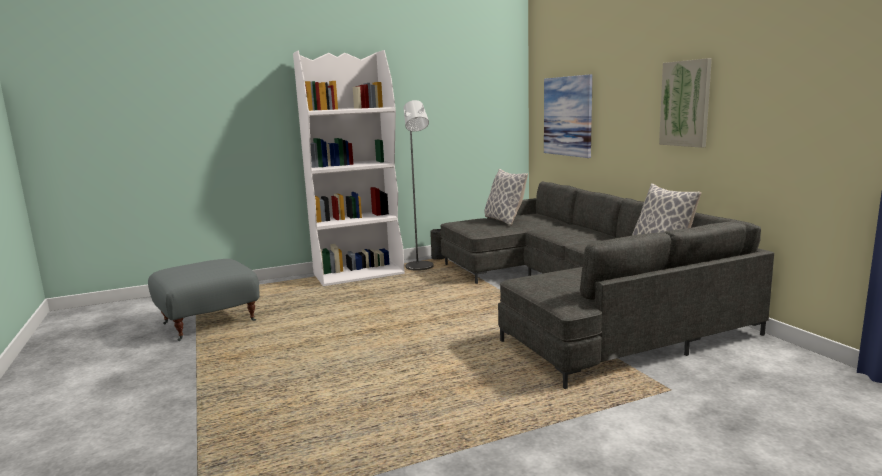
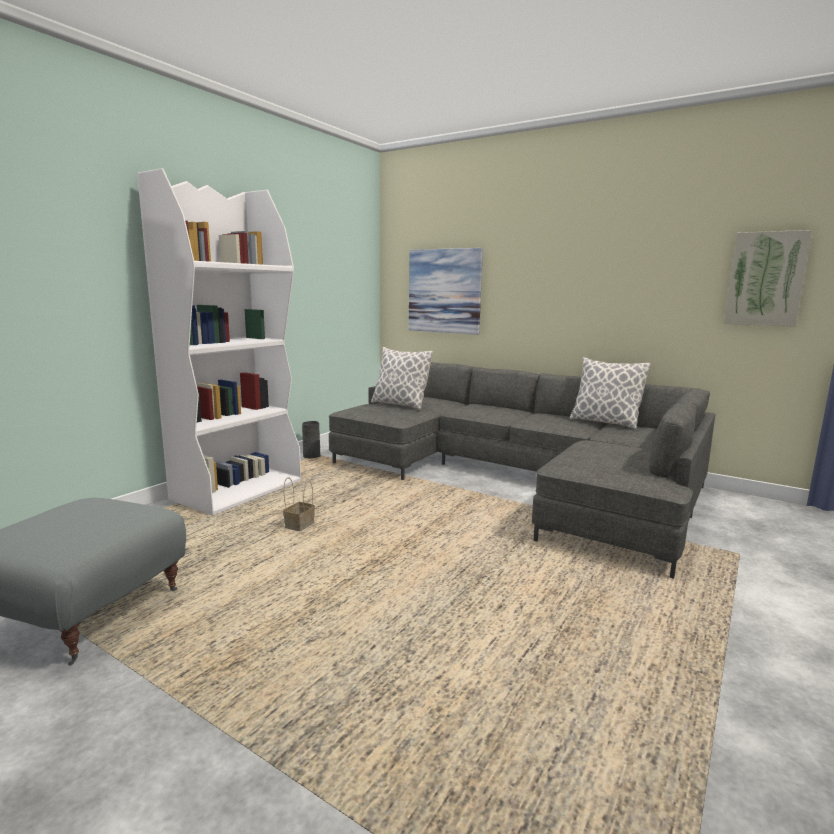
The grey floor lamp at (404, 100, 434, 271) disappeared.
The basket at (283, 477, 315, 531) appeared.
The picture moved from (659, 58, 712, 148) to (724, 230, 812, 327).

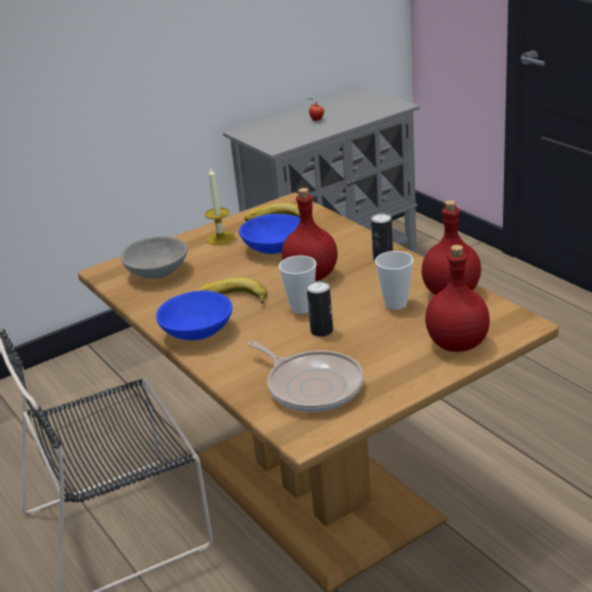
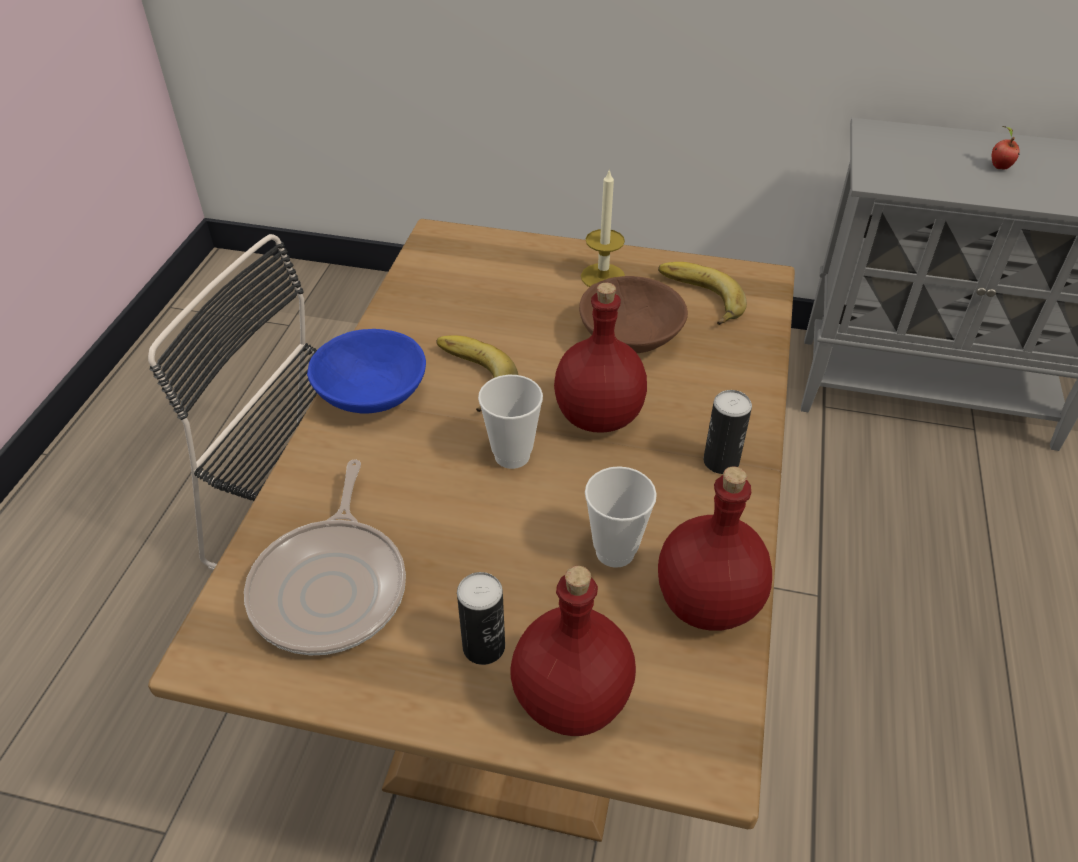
The grey bowl at (121, 236, 188, 279) disappeared.
The can moved from (307, 281, 333, 337) to (457, 572, 505, 665).
The blue bowl at (239, 214, 300, 254) became the brown bowl at (579, 276, 688, 353).

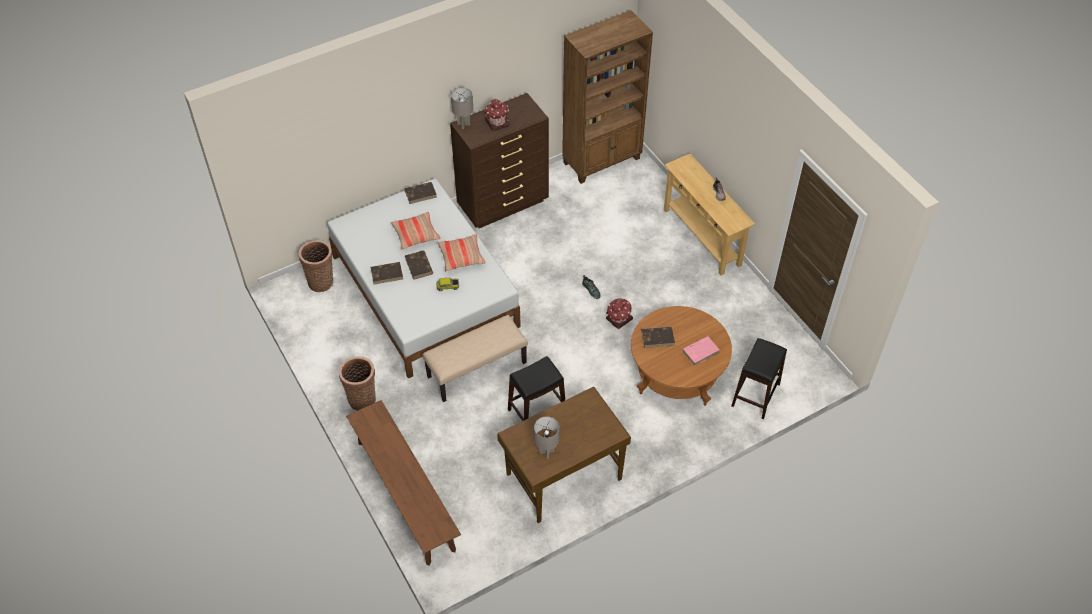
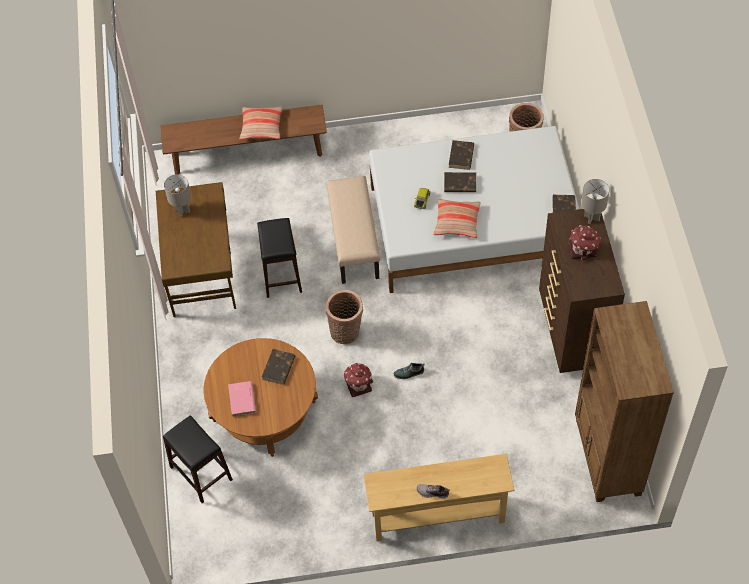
The basket moved from (339, 356, 376, 411) to (326, 290, 363, 344).
The pillow moved from (391, 212, 440, 250) to (240, 107, 282, 140).

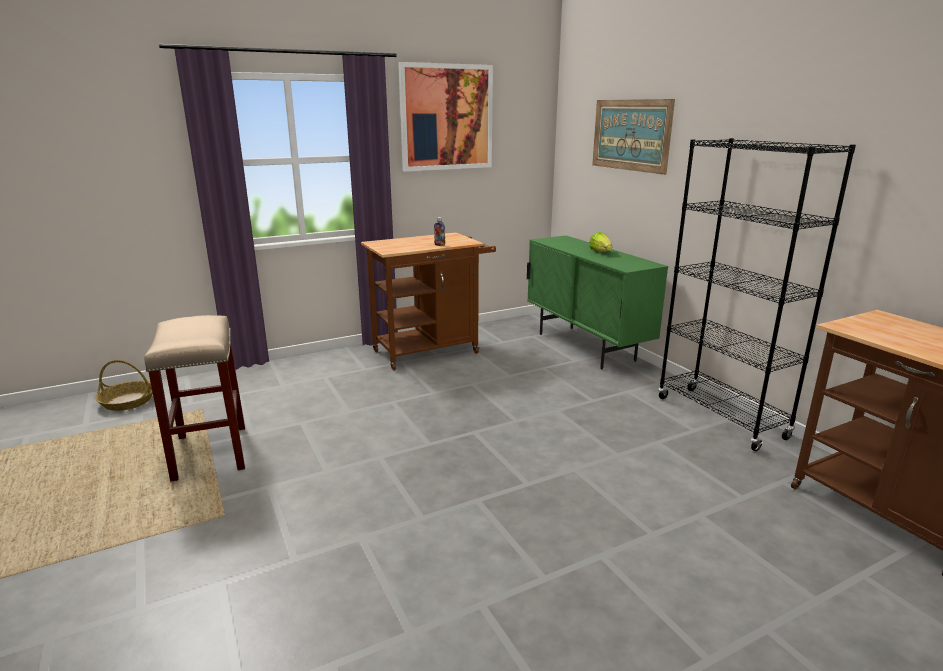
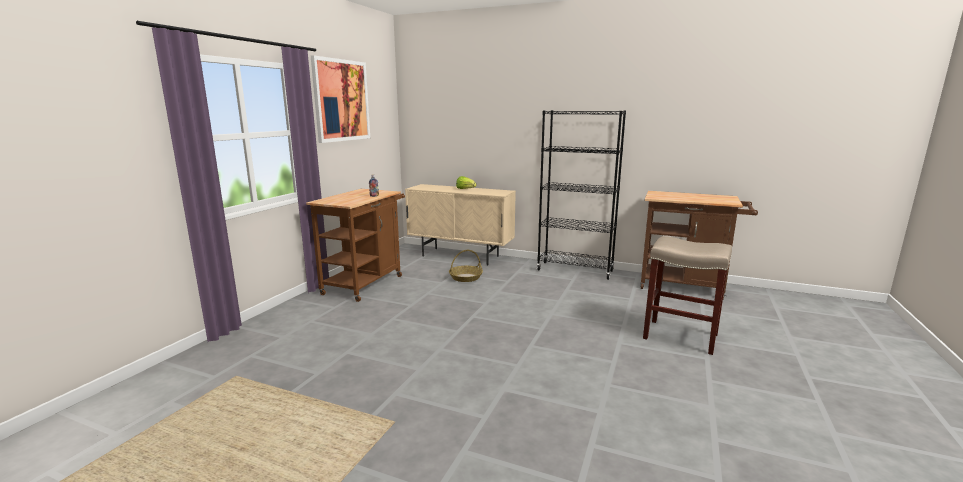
The picture at (592, 99, 675, 175) disappeared.
The basket moved from (95, 360, 153, 411) to (449, 250, 483, 282).
The beige stool moved from (144, 315, 245, 482) to (643, 236, 732, 355).
The green cabinet at (527, 235, 668, 370) became the beige cabinet at (405, 184, 516, 265).

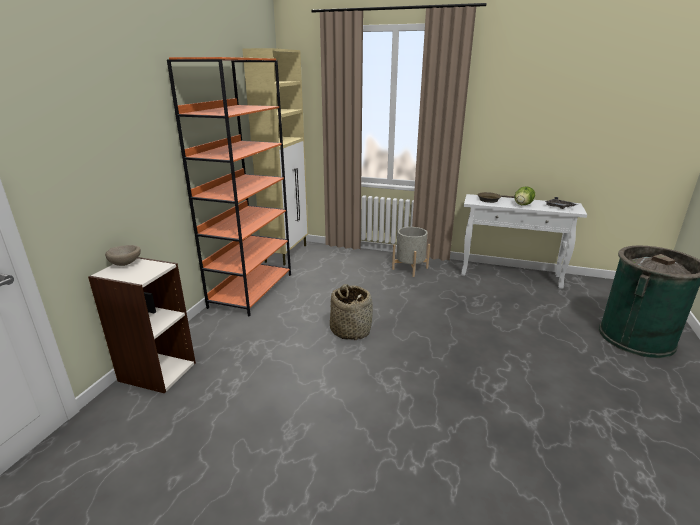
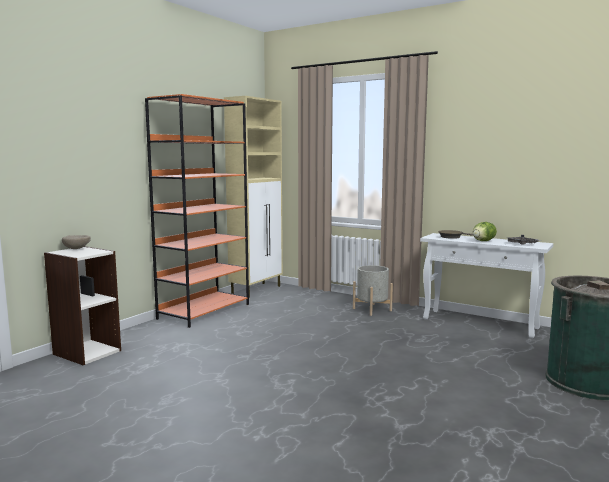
The basket at (330, 284, 373, 340) disappeared.

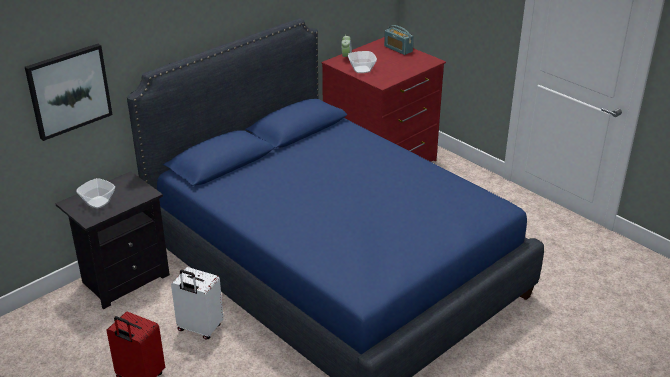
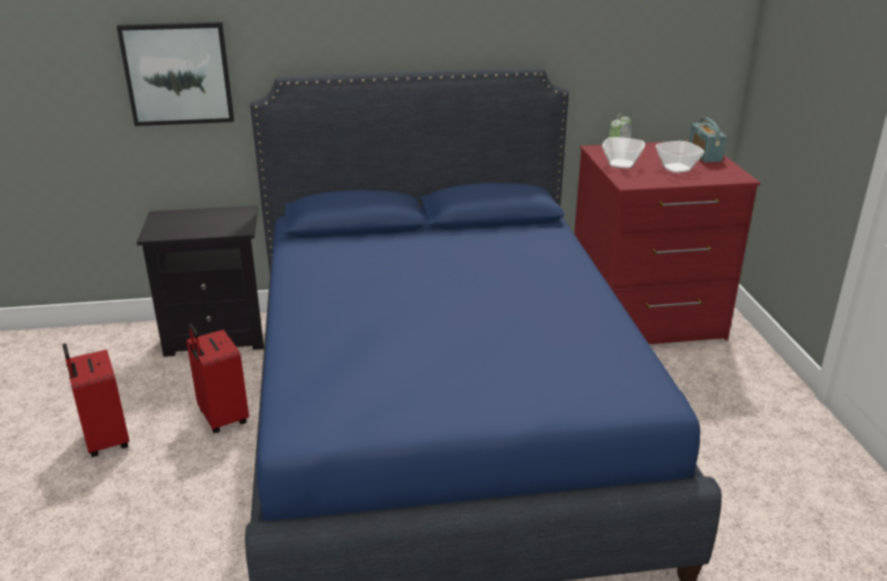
The bowl moved from (76, 178, 115, 208) to (655, 141, 704, 173).
The white suitcase at (171, 267, 224, 340) became the red suitcase at (186, 324, 249, 433).

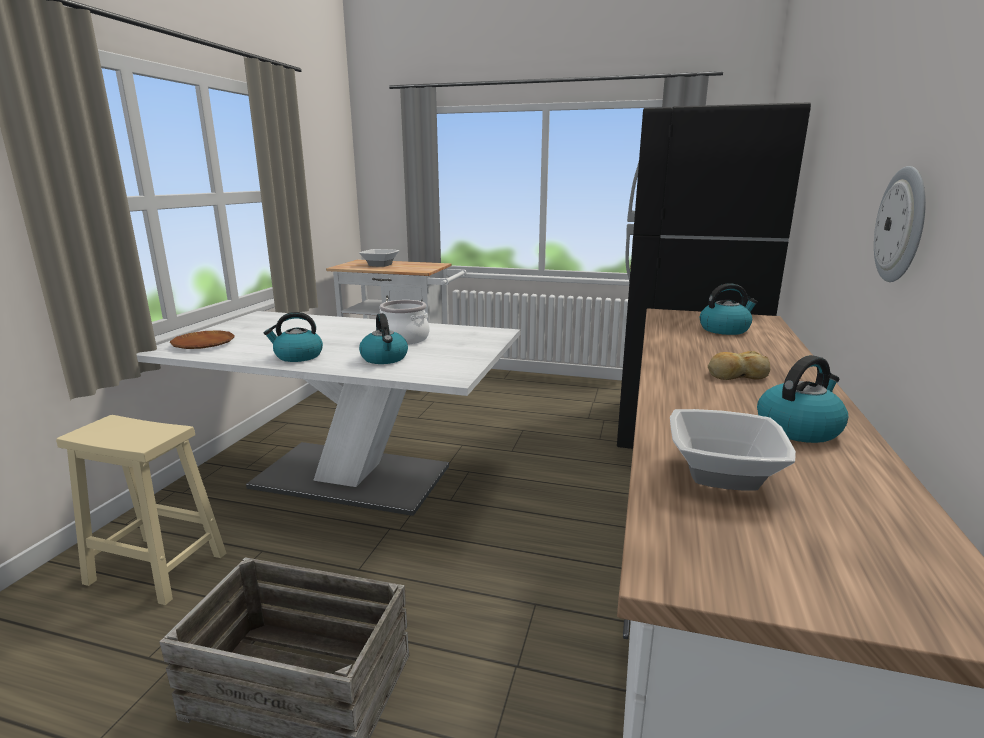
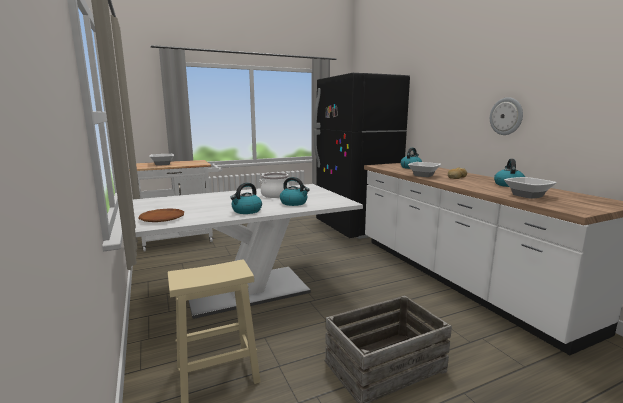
The bowl at (408, 162, 441, 177) appeared.

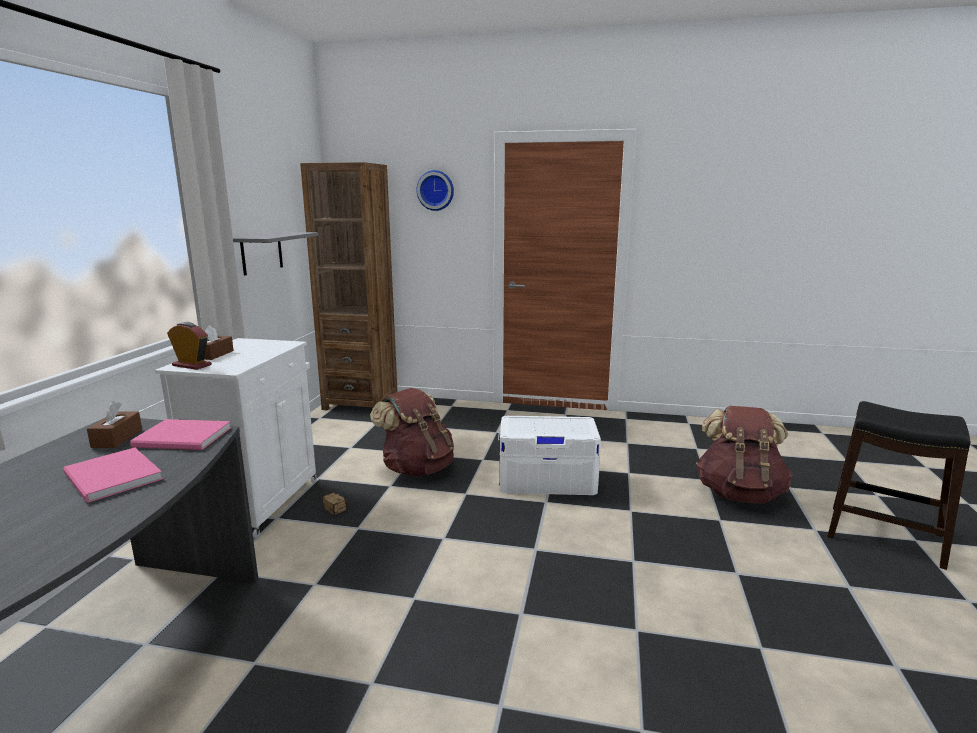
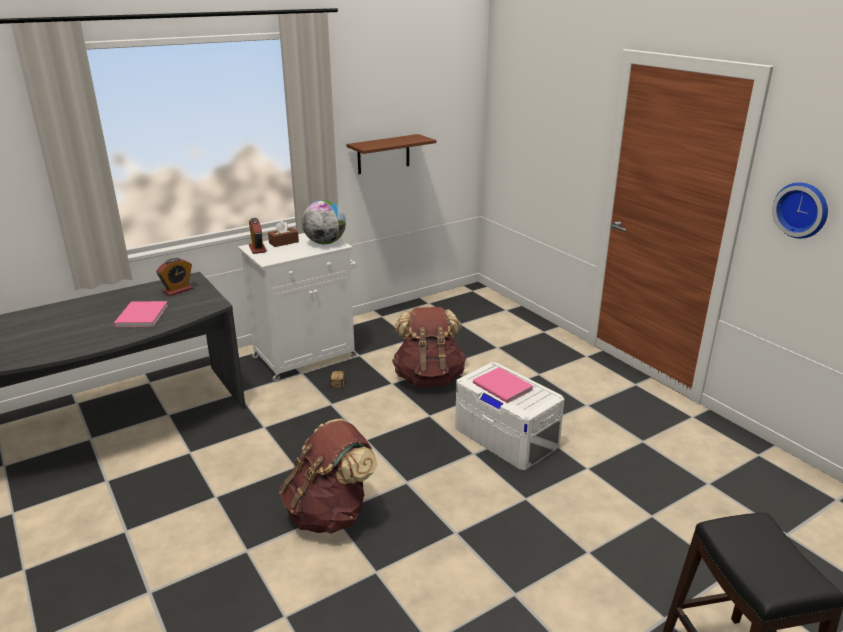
The brown bookcase at (300, 162, 398, 410) disappeared.
The globe at (302, 200, 346, 244) appeared.
The pink book moved from (130, 419, 231, 450) to (473, 367, 533, 403).
The wall clock moved from (416, 170, 454, 211) to (772, 182, 828, 239).
The brown backpack moved from (696, 406, 793, 504) to (279, 419, 378, 534).
The brown tissue box at (87, 401, 142, 448) was replaced by the alarm clock at (156, 258, 193, 296).
The grey shelf at (233, 232, 318, 276) became the brown shelf at (346, 134, 436, 174).

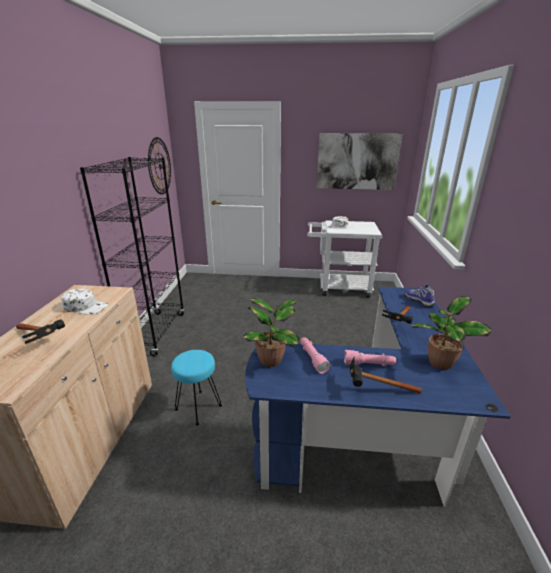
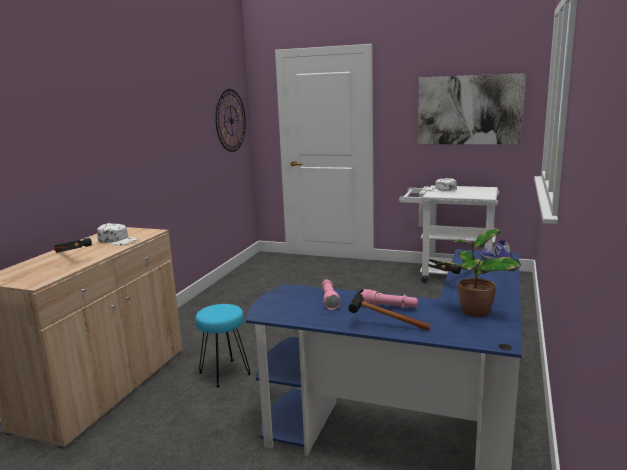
The black bookcase at (80, 157, 184, 356) disappeared.
The potted plant at (243, 298, 300, 367) disappeared.

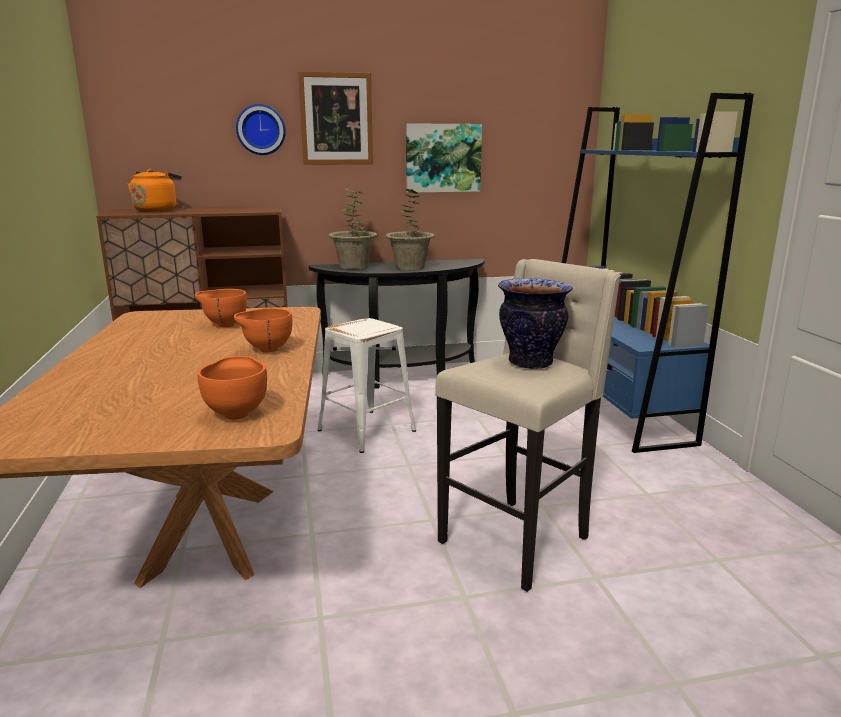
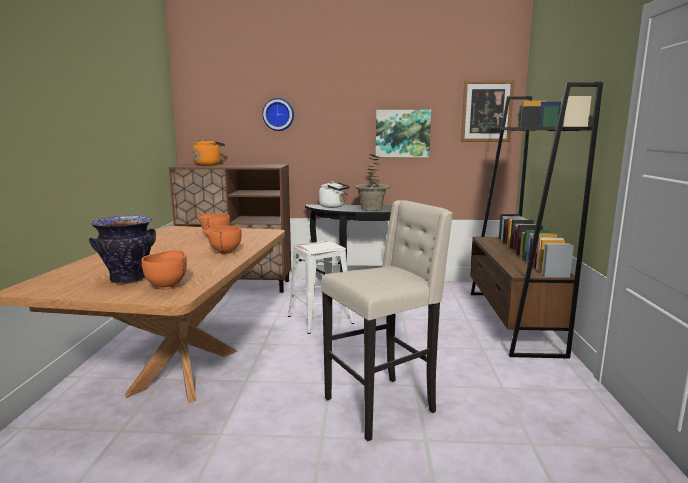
The picture moved from (298, 71, 373, 165) to (461, 80, 515, 142).
The vase moved from (498, 278, 573, 369) to (89, 216, 156, 284).
The potted plant at (328, 189, 377, 269) was replaced by the white kettle at (319, 181, 350, 208).
The blue bookcase at (562, 93, 754, 453) became the brown bookcase at (470, 82, 603, 359).

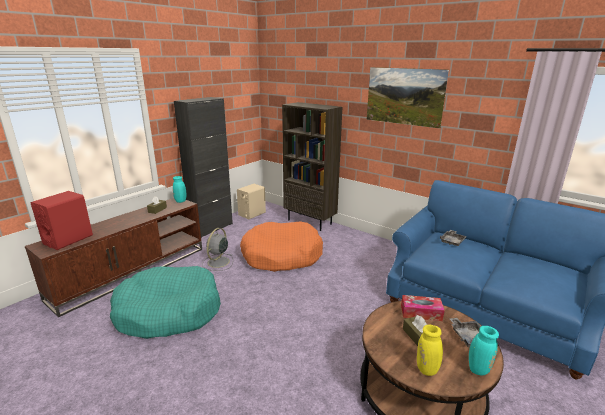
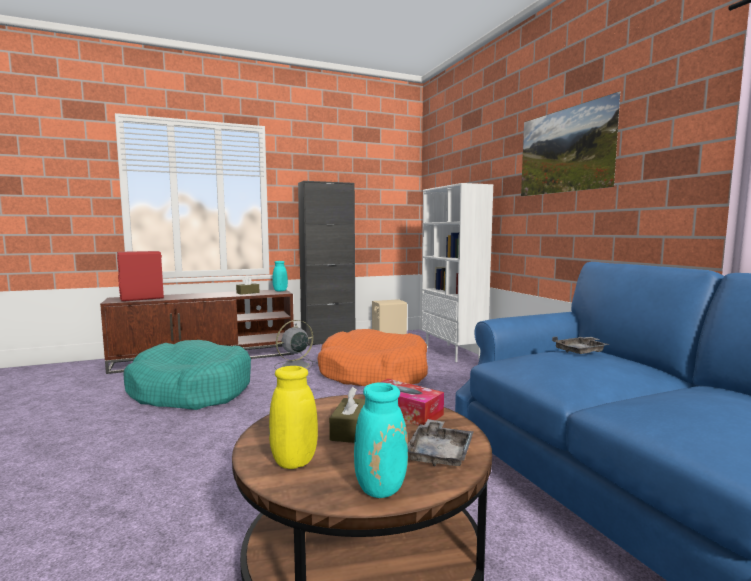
The brown bookcase at (282, 102, 342, 231) became the white bookcase at (421, 183, 493, 362).

